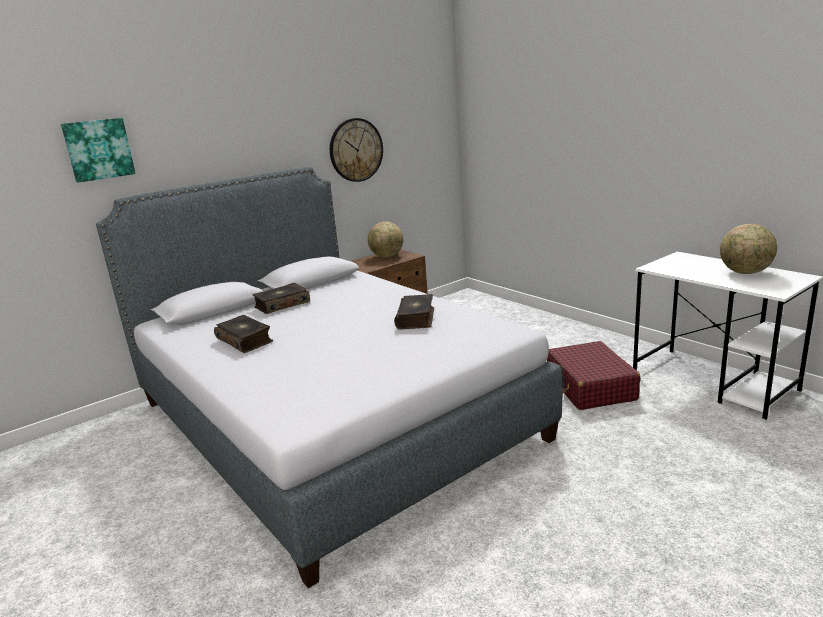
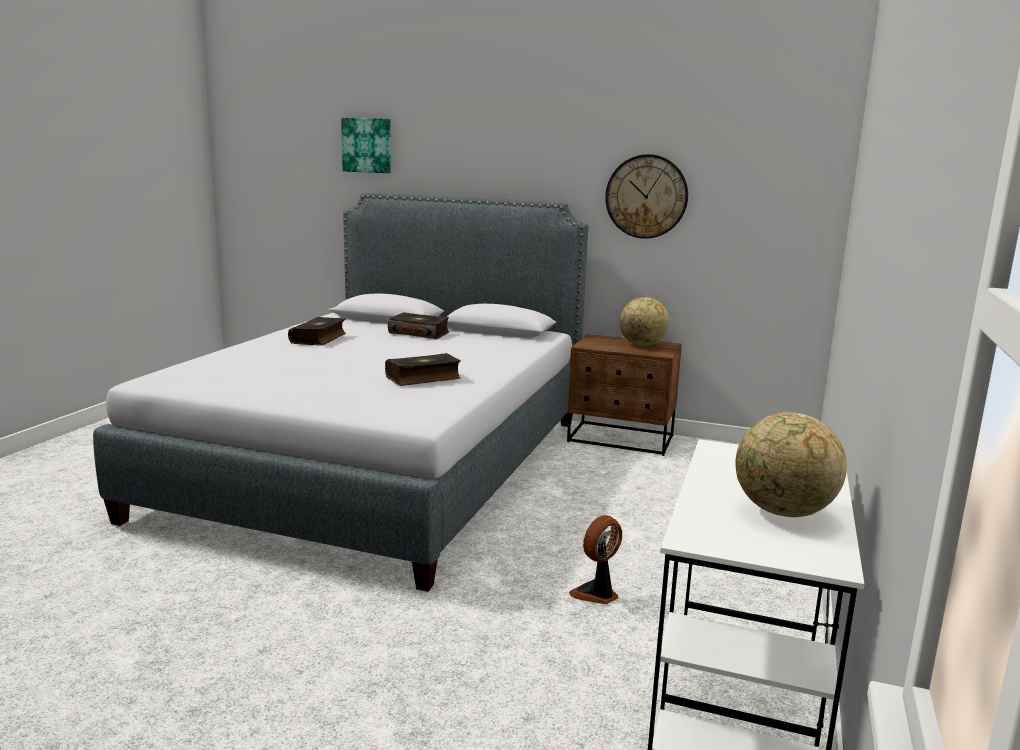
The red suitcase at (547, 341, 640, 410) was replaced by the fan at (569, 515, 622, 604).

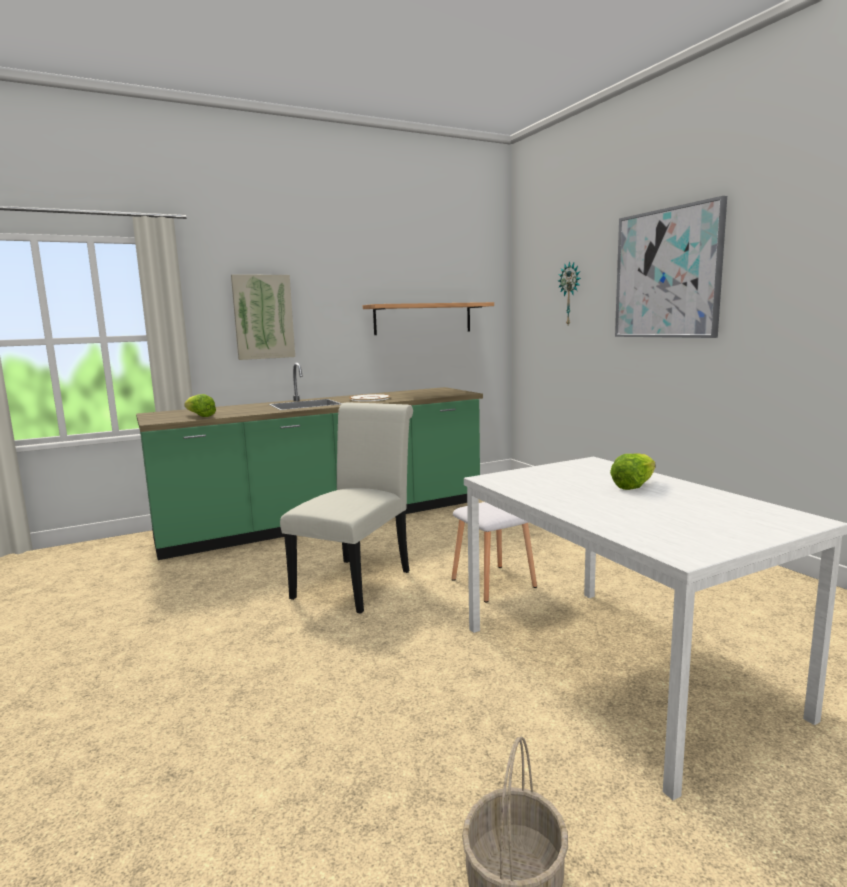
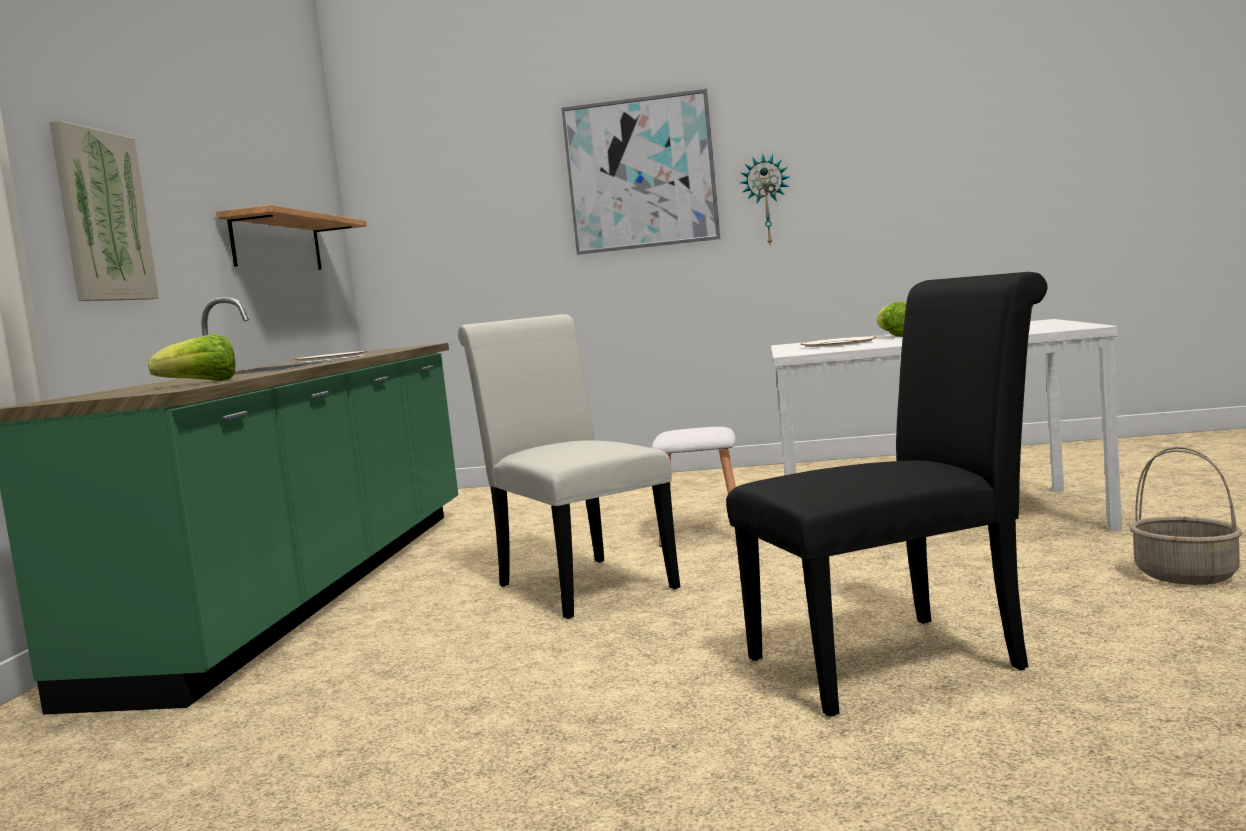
The black chair at (726, 272, 1048, 717) appeared.
The white plate at (800, 336, 877, 348) appeared.
The wall clock moved from (558, 261, 581, 325) to (740, 155, 789, 246).

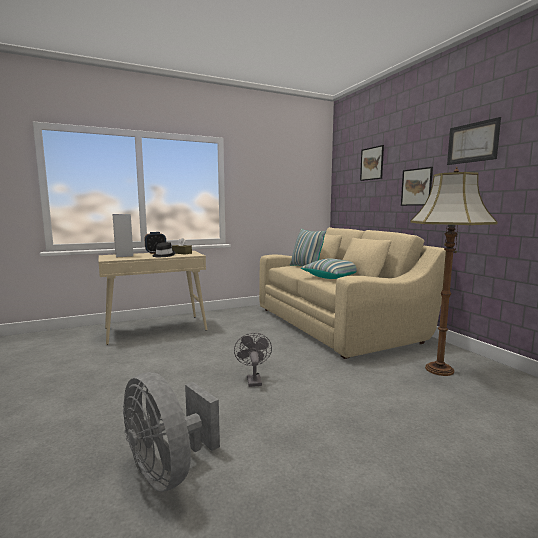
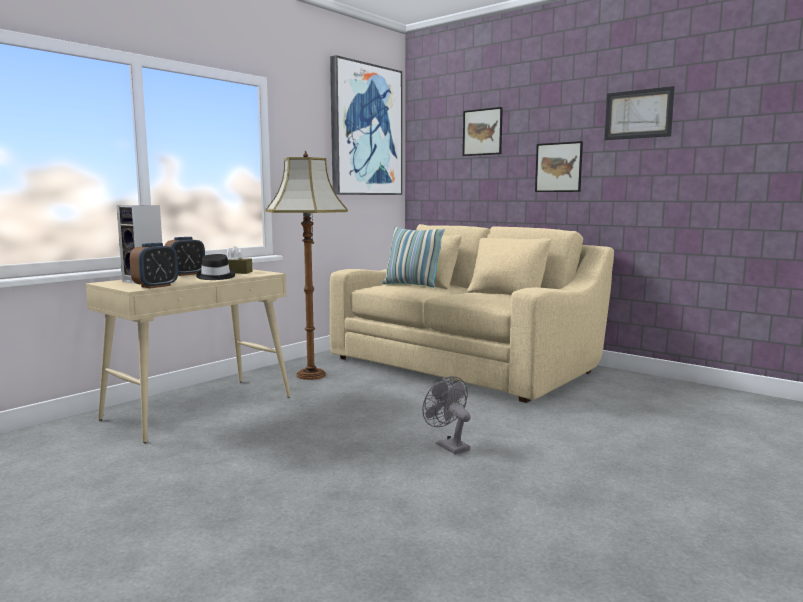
The grey fan at (123, 372, 220, 492) disappeared.
The pillow at (301, 258, 357, 279) disappeared.
The alarm clock at (130, 243, 178, 288) appeared.
The picture at (330, 55, 402, 195) appeared.
The floor lamp moved from (410, 167, 497, 376) to (266, 150, 348, 380).

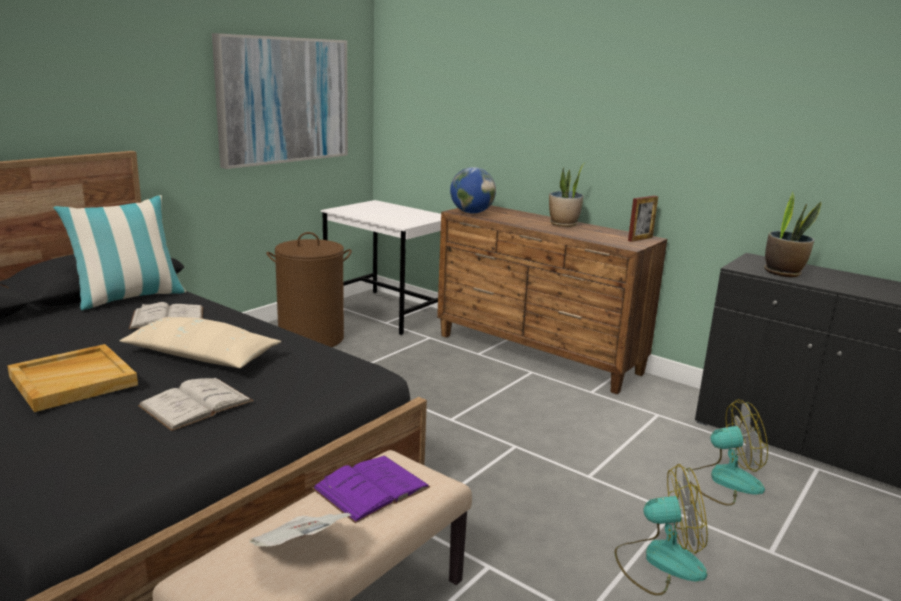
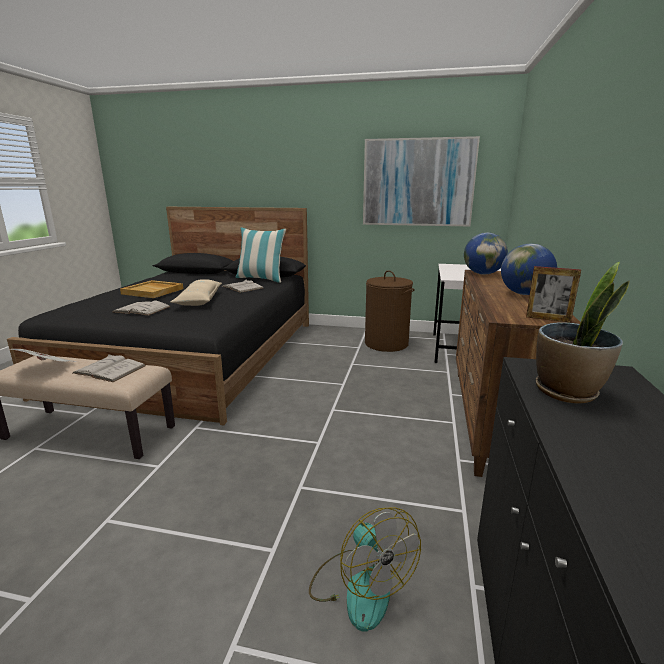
The fan at (614, 464, 708, 596) disappeared.
The potted plant at (549, 164, 583, 227) was replaced by the globe at (501, 244, 557, 295).
The purple book at (312, 456, 430, 523) became the white book at (73, 354, 146, 382).

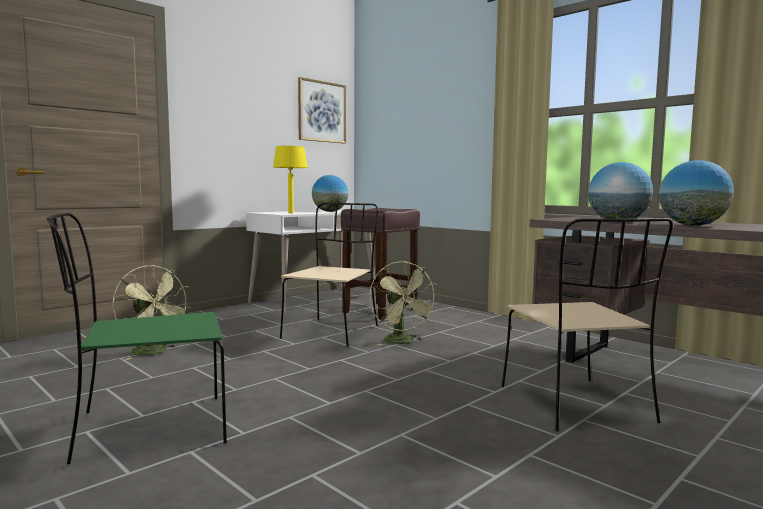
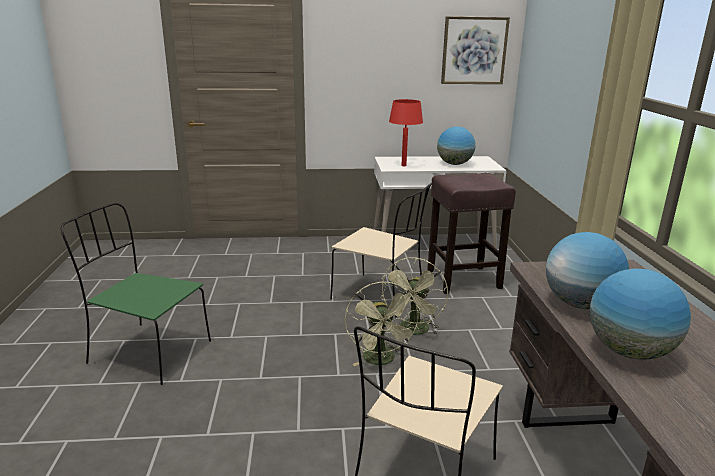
The green fan moved from (113, 265, 192, 360) to (345, 282, 420, 366).
The yellow table lamp at (273, 146, 308, 213) became the red table lamp at (389, 99, 423, 166).
The beige chair at (280, 203, 378, 347) turned 60 degrees clockwise.

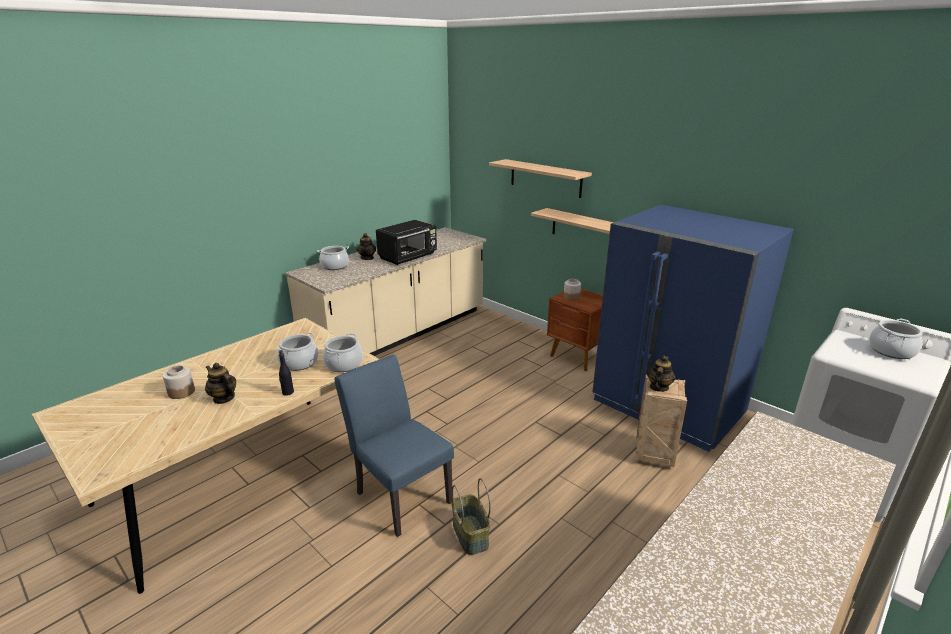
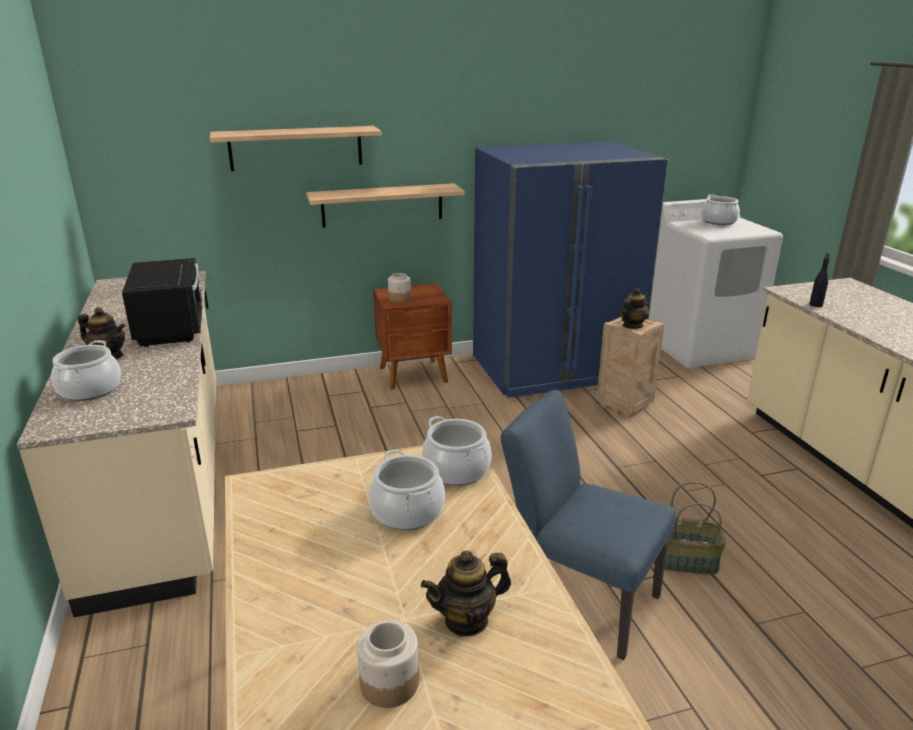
The black bottle moved from (279, 350, 294, 396) to (809, 253, 830, 307).
The blue chair at (335, 355, 454, 537) turned 45 degrees clockwise.
The teapot at (647, 355, 676, 392) turned 75 degrees clockwise.

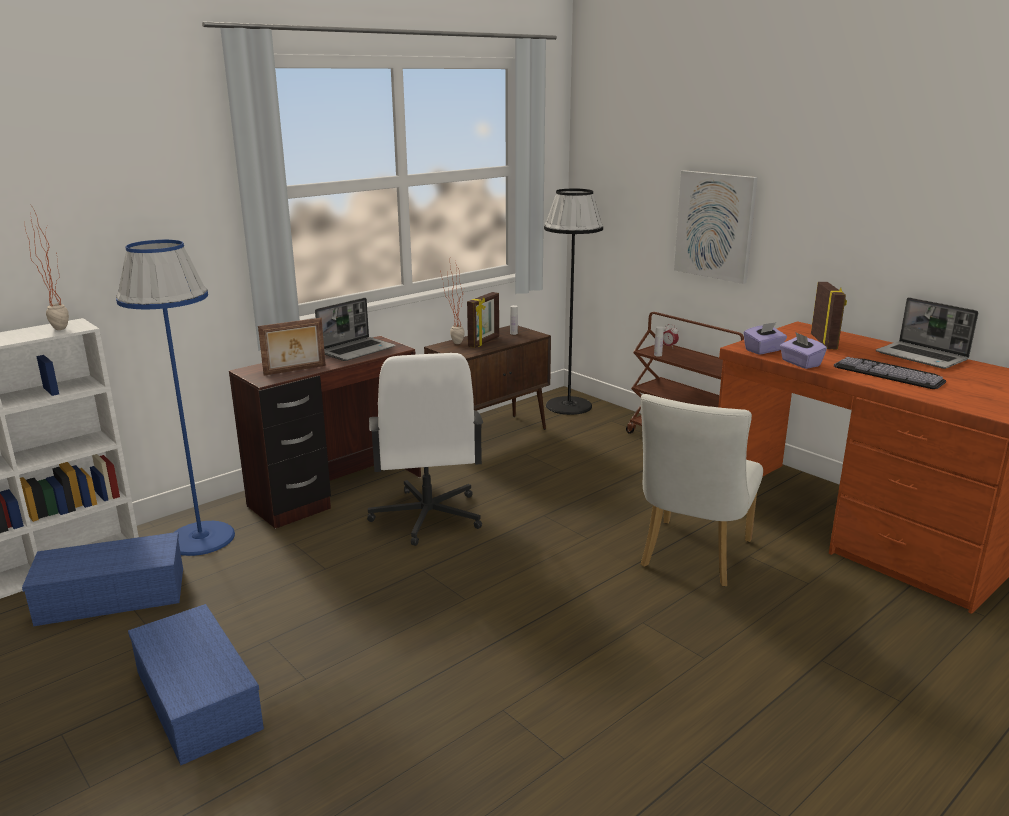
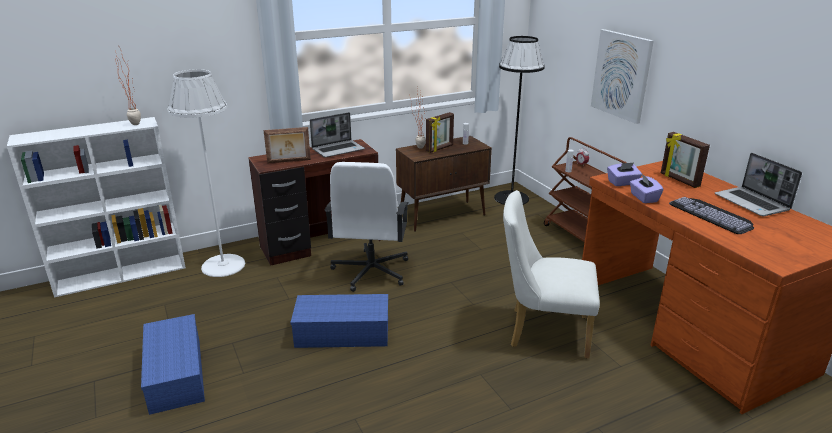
The blue storage box moved from (22, 532, 183, 626) to (290, 294, 388, 348).
The blue floor lamp at (116, 240, 235, 556) became the white floor lamp at (167, 69, 245, 277).
The white chair at (640, 394, 763, 587) turned 60 degrees clockwise.
The picture frame at (811, 282, 847, 349) turned 135 degrees clockwise.

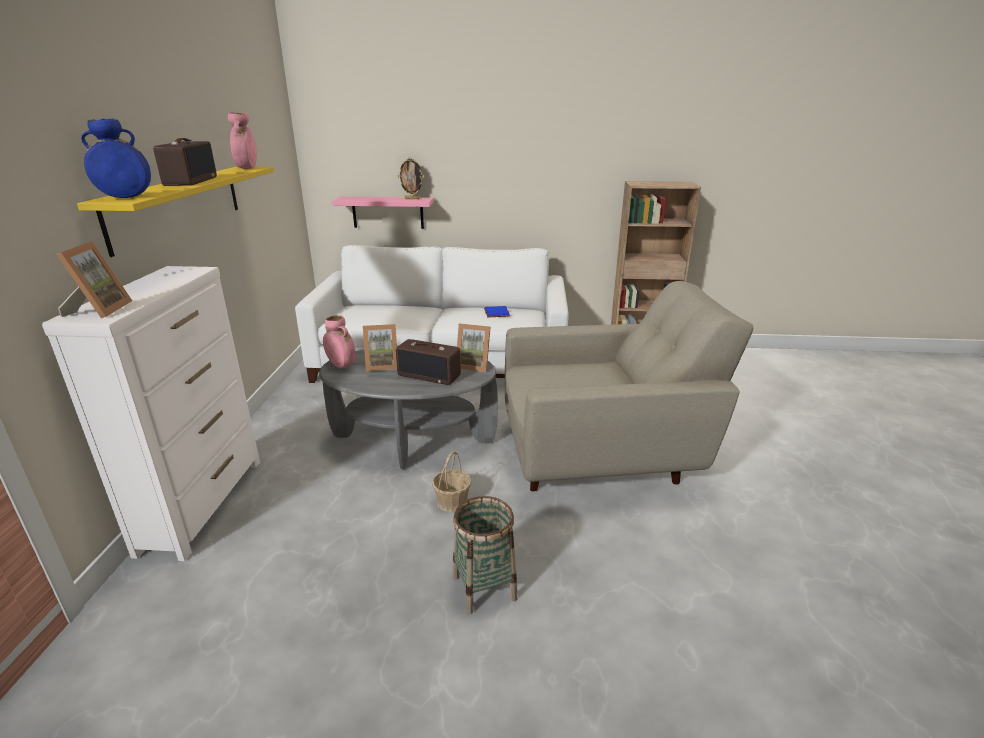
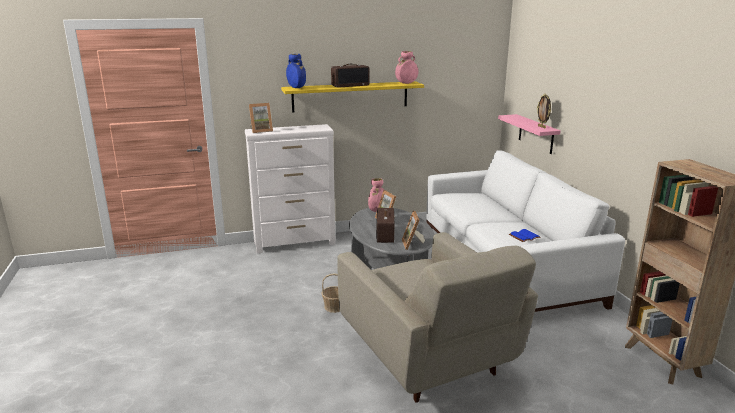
The basket at (452, 496, 517, 614) disappeared.

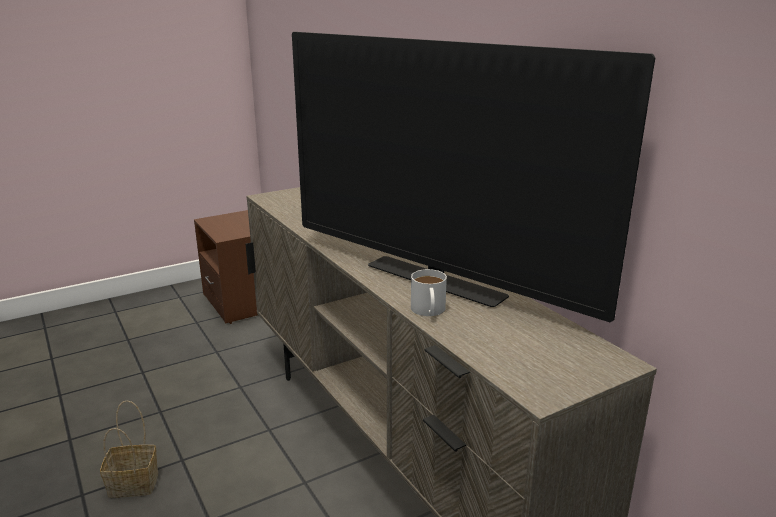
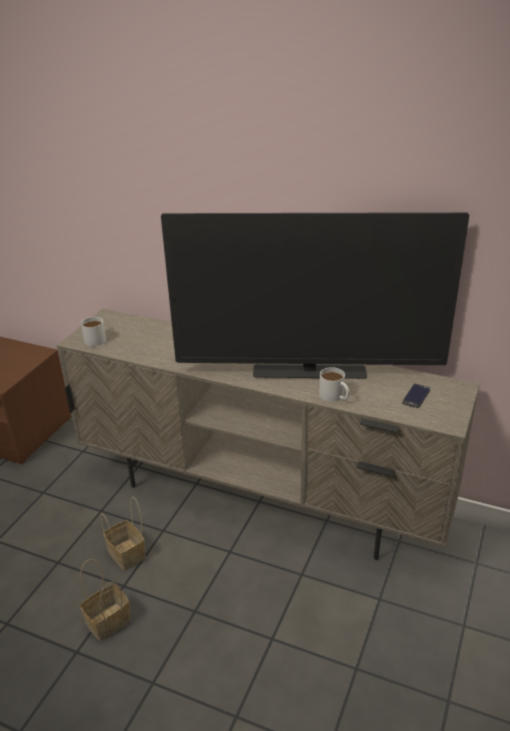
The white mug at (81, 317, 106, 346) appeared.
The basket at (101, 497, 146, 571) appeared.
The phone at (402, 383, 430, 408) appeared.

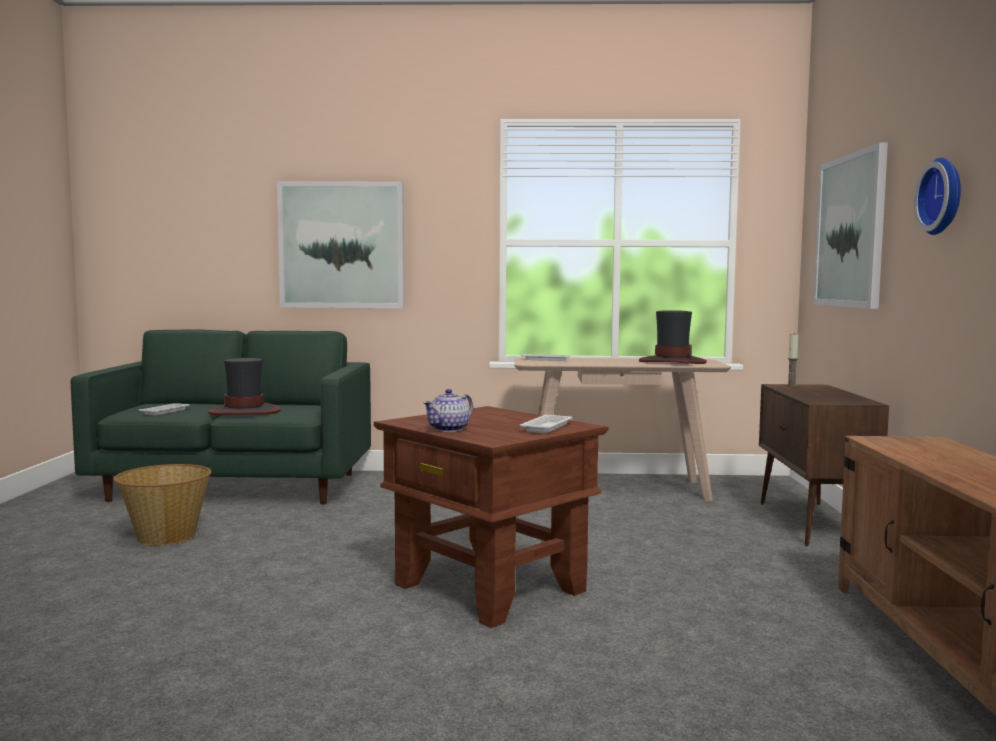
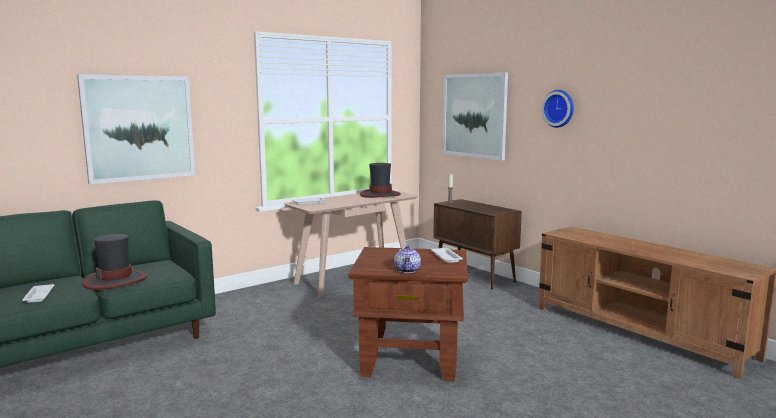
The basket at (113, 464, 211, 546) disappeared.

